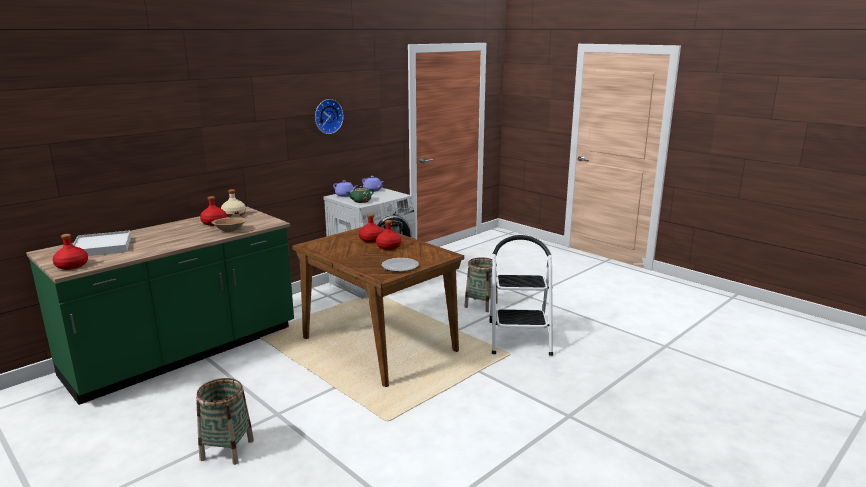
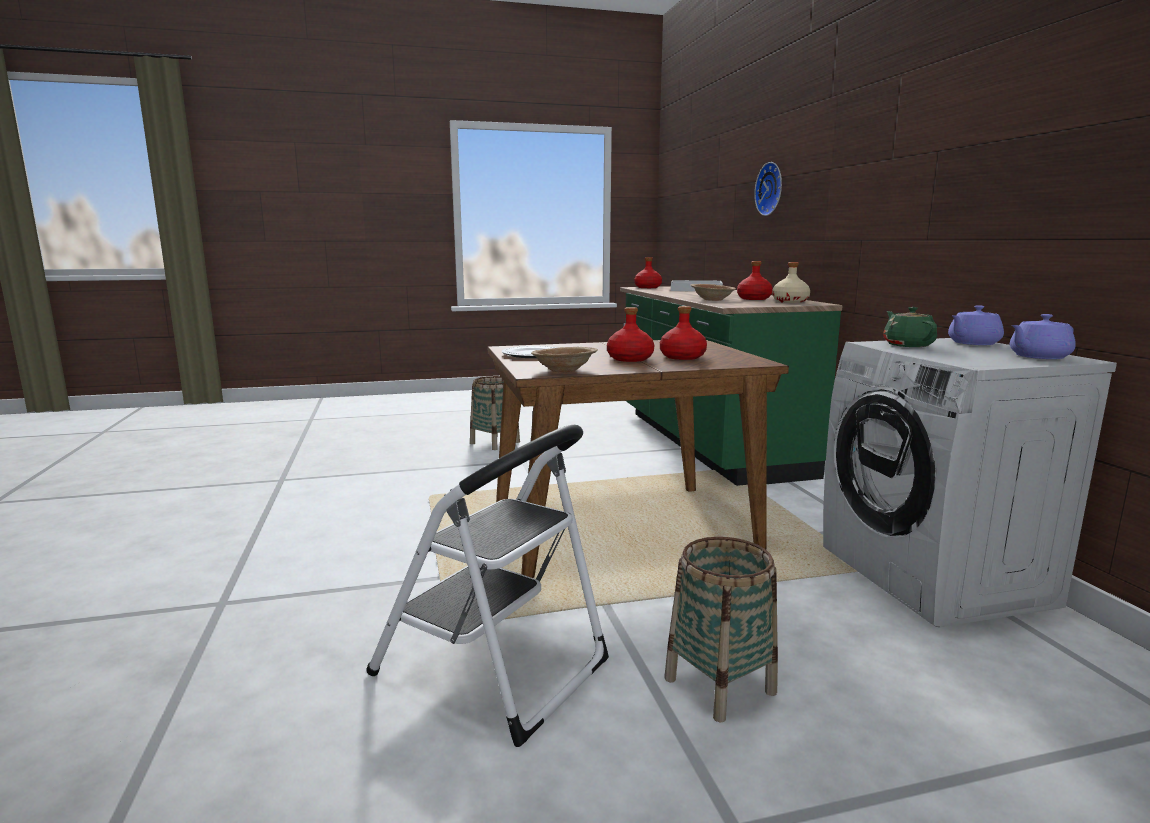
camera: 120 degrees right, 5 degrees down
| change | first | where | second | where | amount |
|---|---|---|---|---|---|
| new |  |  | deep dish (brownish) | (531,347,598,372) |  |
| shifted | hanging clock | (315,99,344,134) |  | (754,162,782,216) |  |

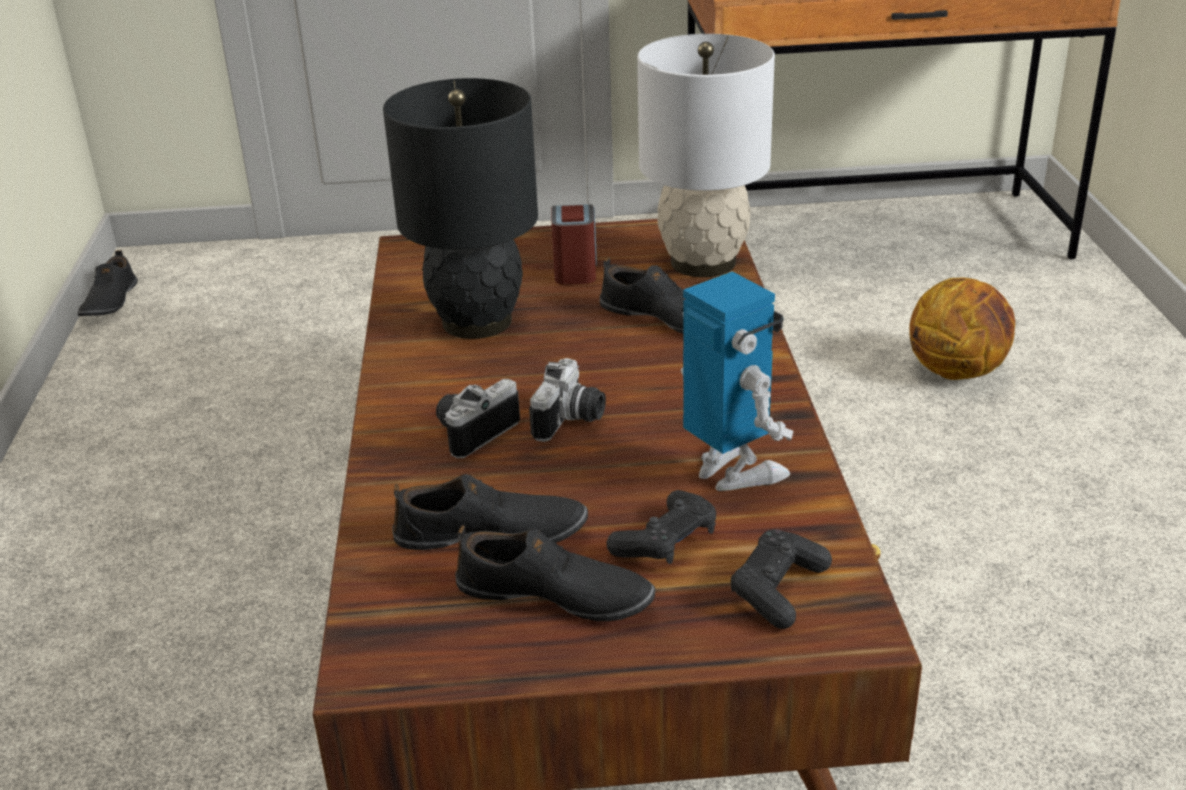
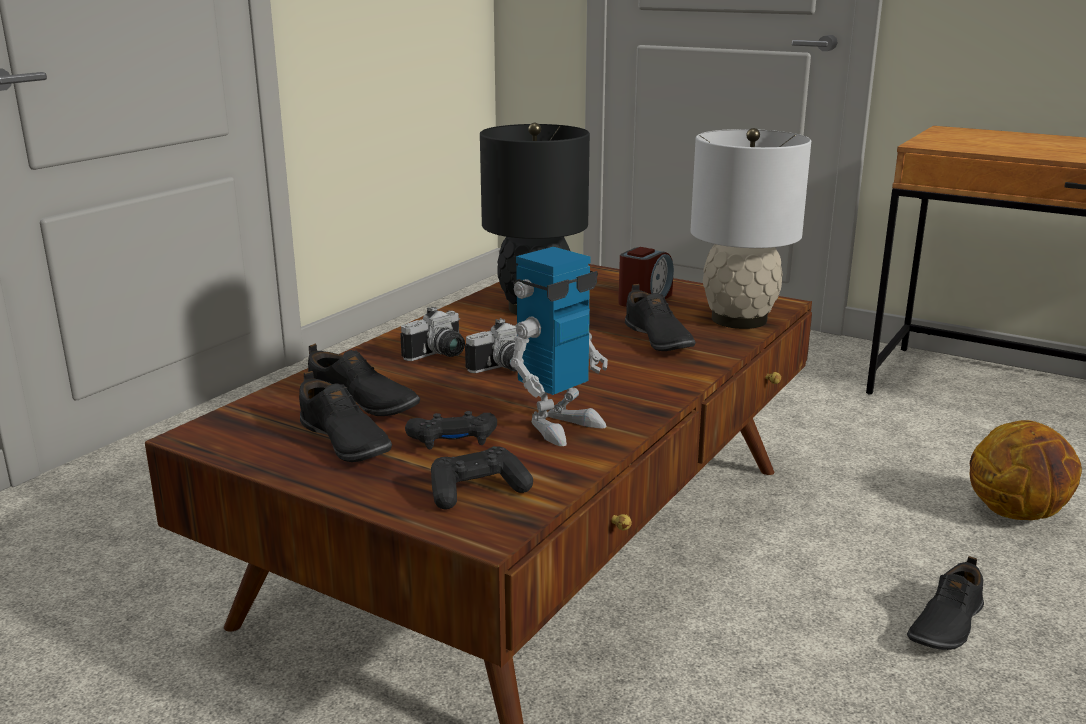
camera: 35 degrees right, 10 degrees down
| change | first | where | second | where | amount |
|---|---|---|---|---|---|
| rotated | still camera | (436,379,520,458) |  | (400,307,465,361) | 150 degrees clockwise |
| rotated | toy robot | (681,271,793,491) |  | (510,247,608,446) | 45 degrees clockwise |
| shifted | shoe (black) | (77,250,138,316) |  | (907,556,984,650) |  |

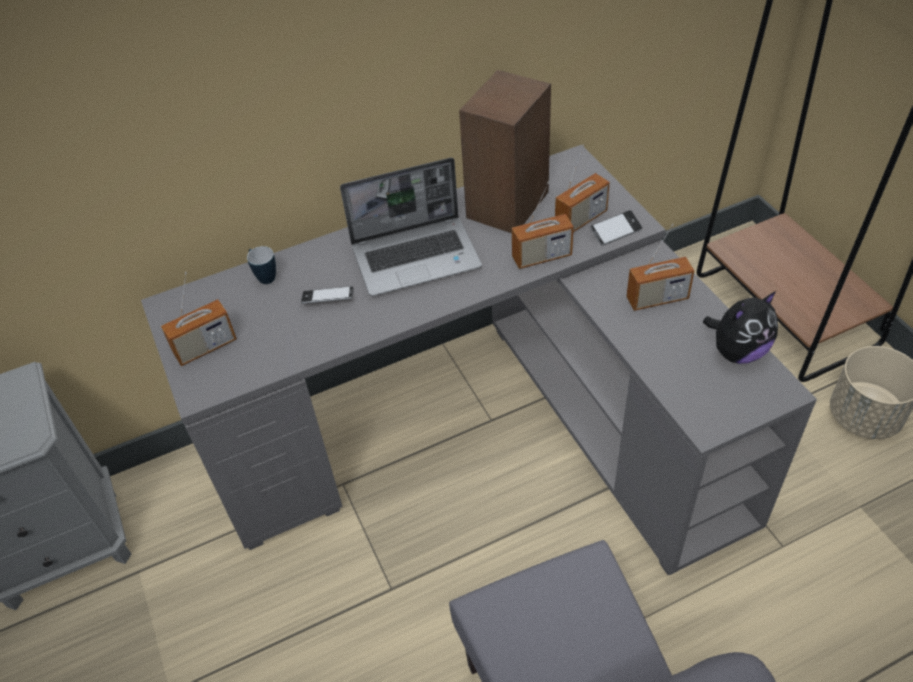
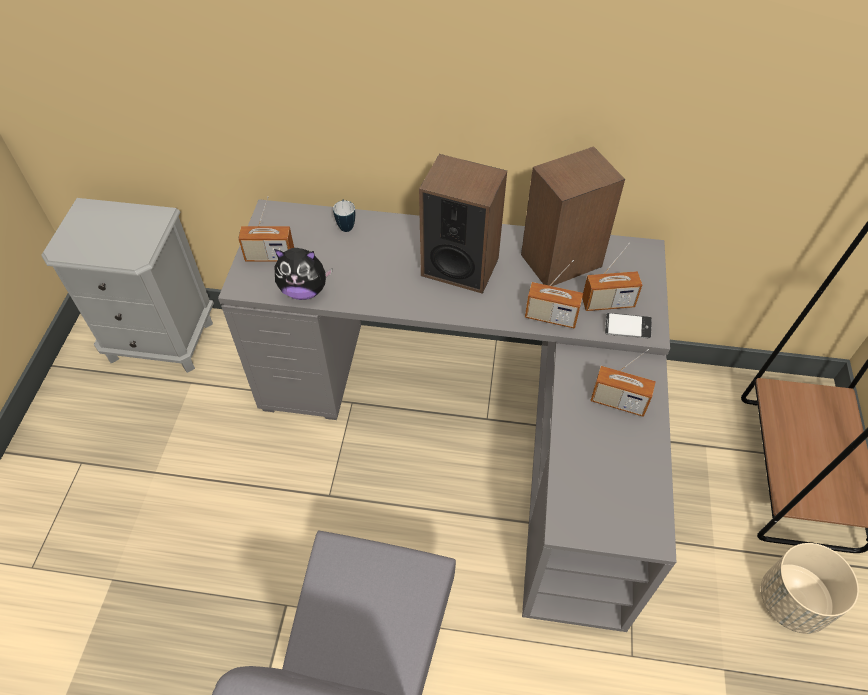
camera: 30 degrees right, 5 degrees up
| change | first | where | second | where | amount |
|---|---|---|---|---|---|
| shifted | soft toy | (703,291,778,364) |  | (274,248,332,300) |  |
| swapped | notebook computer | (340,158,482,296) | loudspeaker | (419,154,507,294) |  |
| gone | phone | (301,286,353,304) |  |  |  |

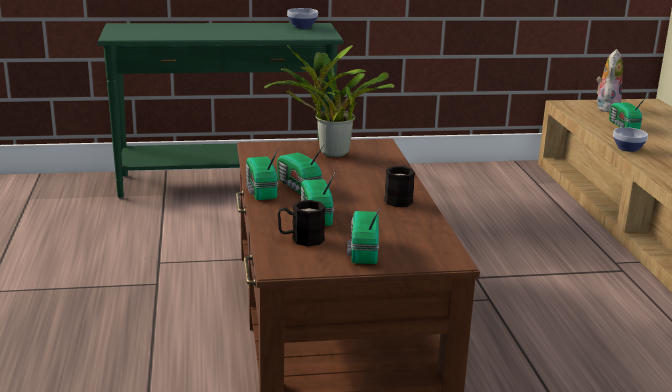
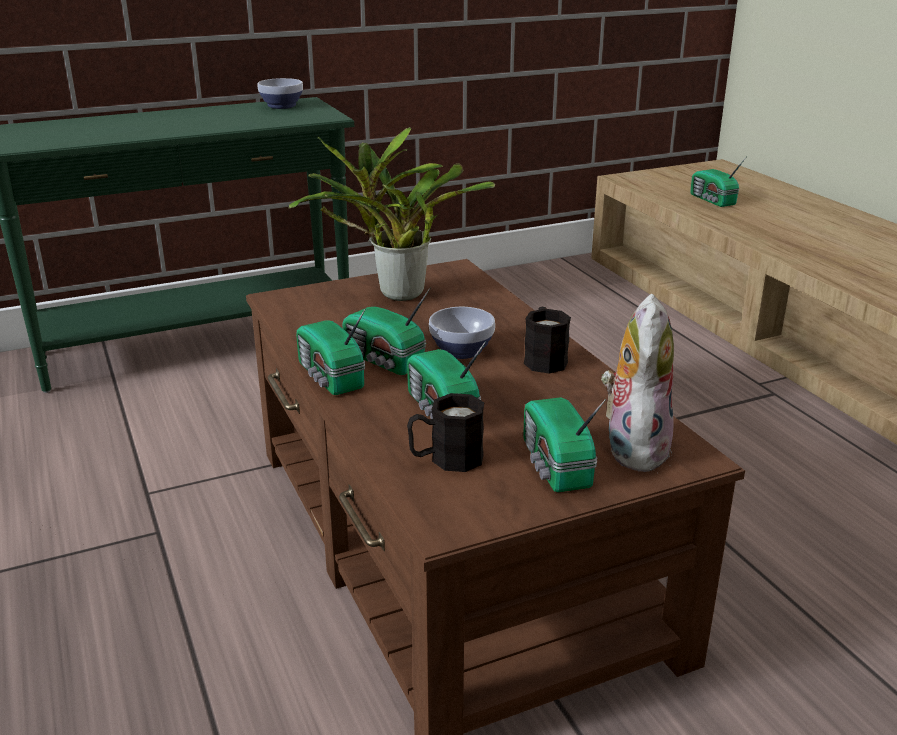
camera: 15 degrees left, 5 degrees up
| change | first | where | second | where | amount |
|---|---|---|---|---|---|
| shifted | deep dish | (613,127,648,152) |  | (429,307,495,359) |  |
| shifted | soft toy | (596,49,623,112) |  | (601,293,674,472) |  |

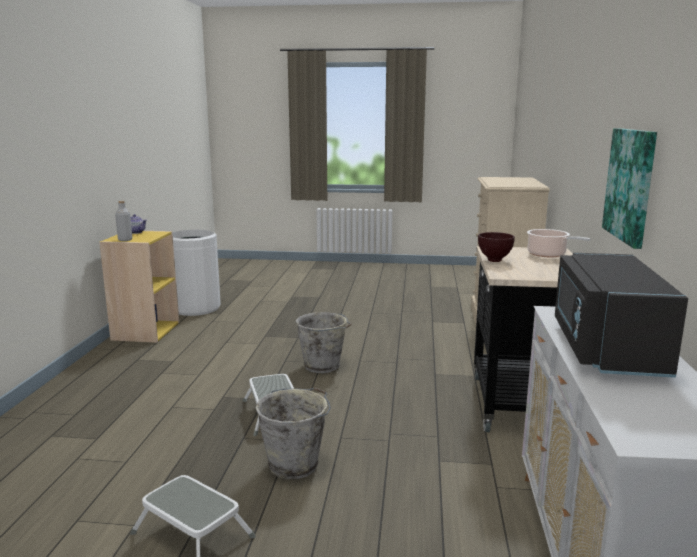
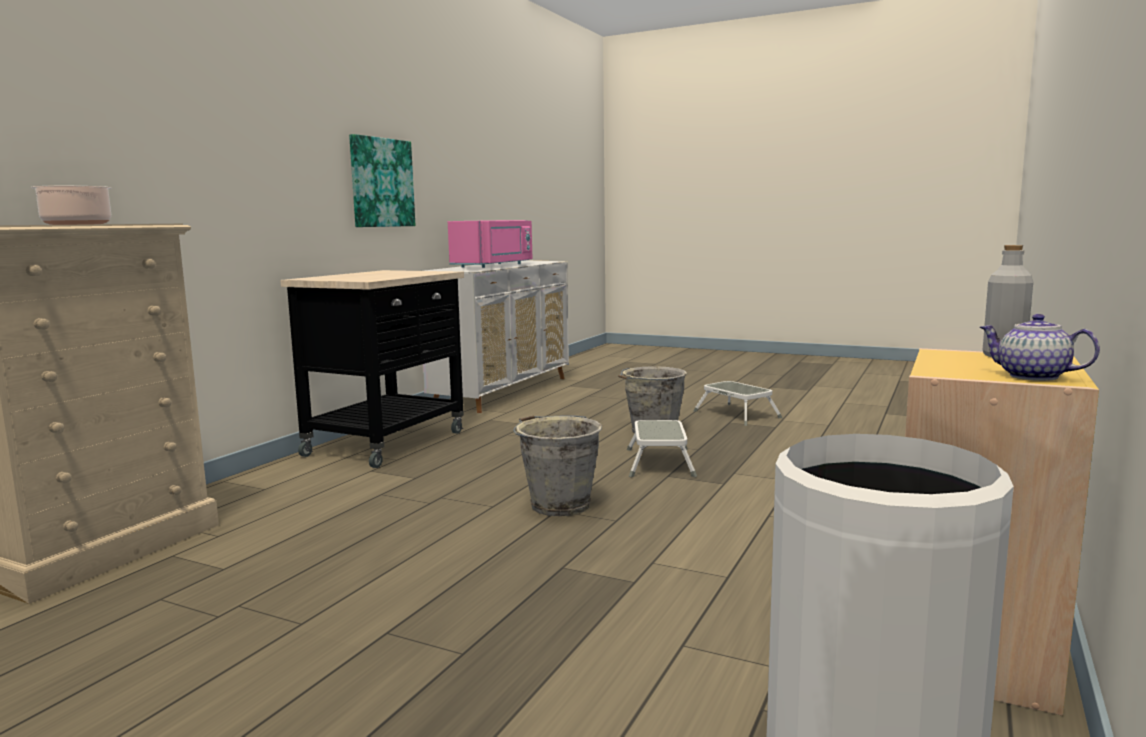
camera: 160 degrees left, 5 degrees down
| change | first | where | second | where | amount |
|---|---|---|---|---|---|
| shifted | saucepot | (527,229,591,257) |  | (31,186,111,225) |  |
| repainted | kitchen microwave (black) | (555,253,688,378) | kitchen microwave (pinkish) | (448,220,532,268) |  |
| gone | deep dish (brownish) | (478,232,515,262) |  |  |  |

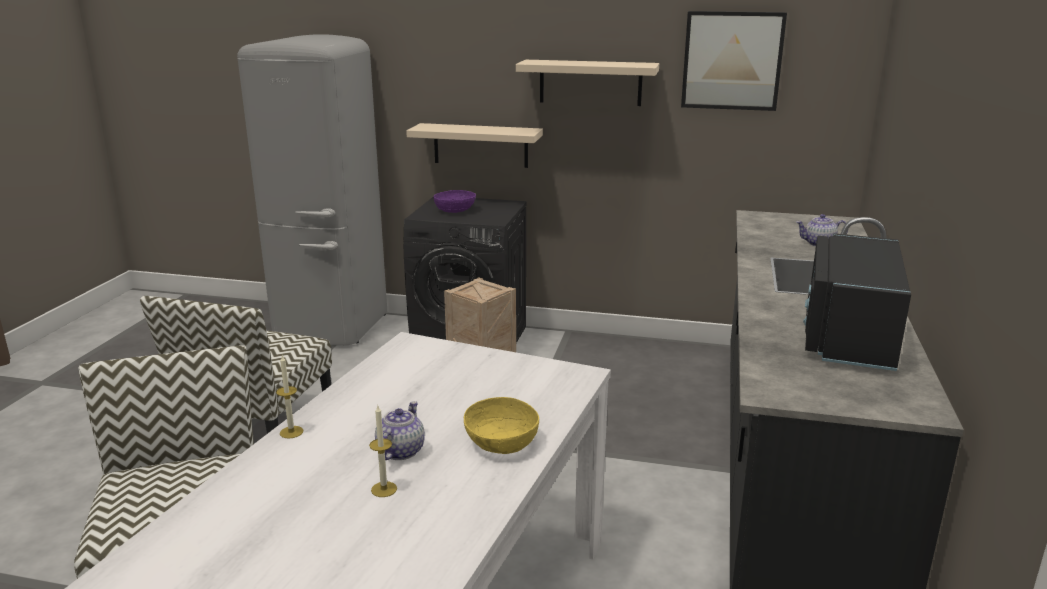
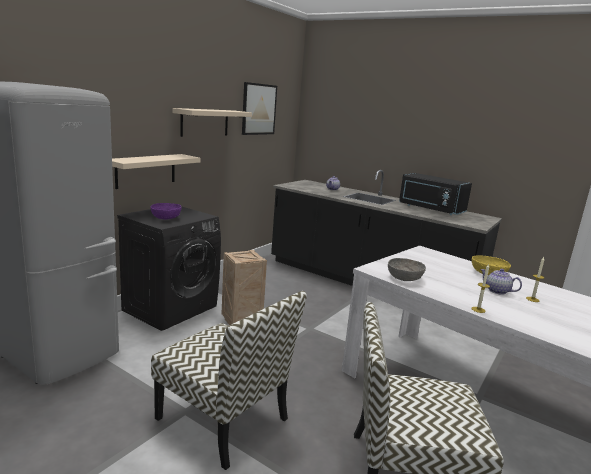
camera: 70 degrees left, 5 degrees down
| change | first | where | second | where | amount |
|---|---|---|---|---|---|
| new |  |  | deep dish (grey) | (388,258,426,281) |  |

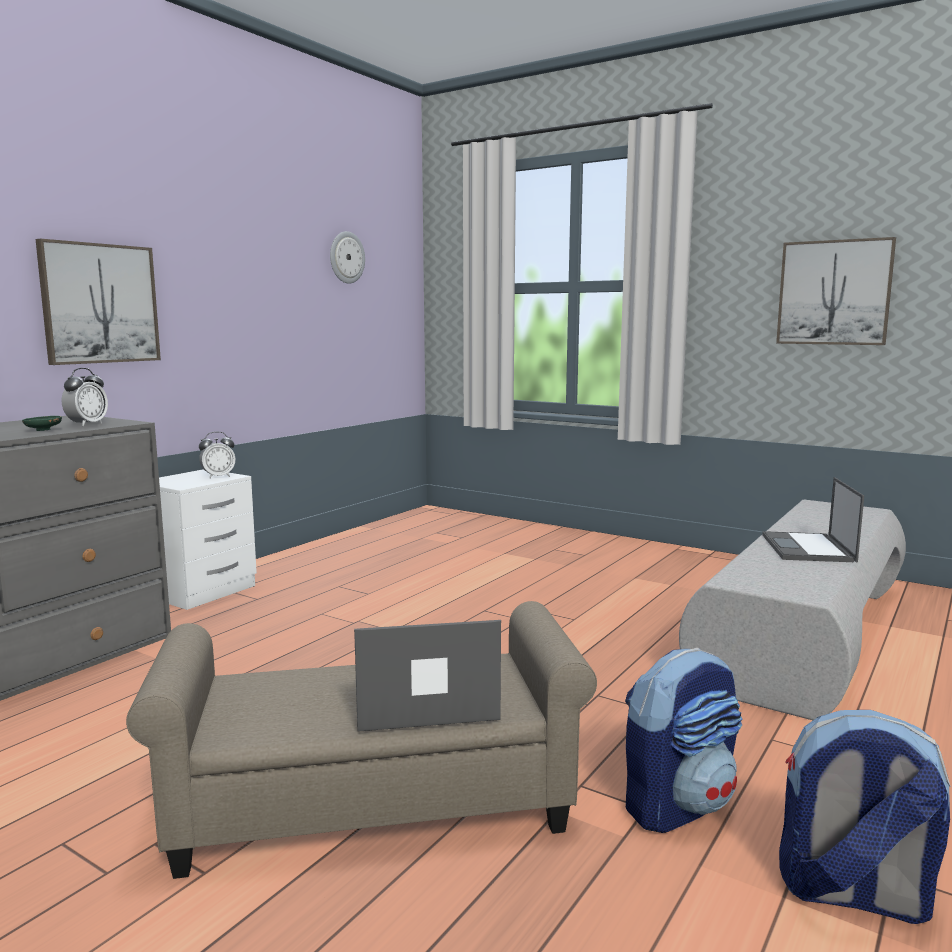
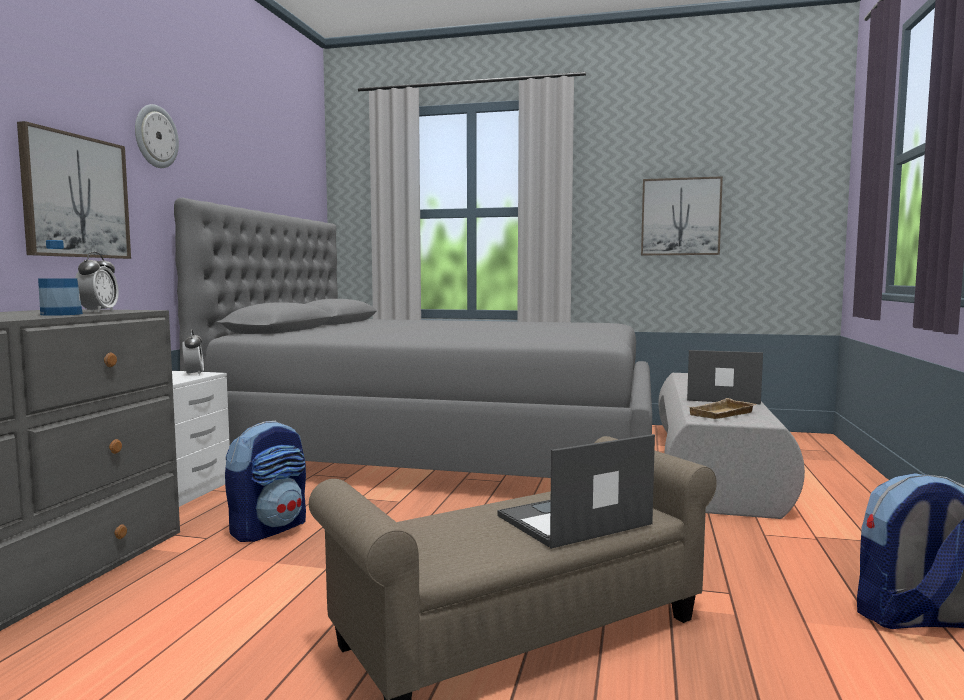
camera: 20 degrees left, 5 degrees down
| change | first | where | second | where | amount |
|---|---|---|---|---|---|
| swapped | deep dish (greenish) | (22,416,62,431) | beverage bottle | (38,240,83,316) |  |
| shifted | hanging clock | (330,231,365,284) |  | (135,104,179,168) |  |
| new |  |  | bed (grey) | (174,198,652,478) |  |
| rotated | bedside clock | (199,432,235,479) |  | (182,329,204,376) | 60 degrees counterclockwise |
| shifted | backpack | (625,648,743,833) |  | (225,421,306,542) |  |
| rotated | notebook computer | (762,477,864,562) |  | (687,350,763,404) | 120 degrees clockwise |
| new |  |  | serving tray (beige) | (690,398,757,419) |  |

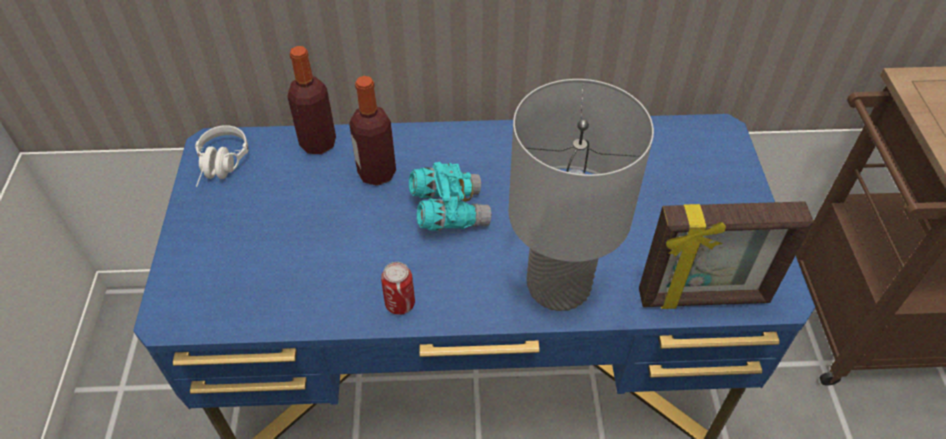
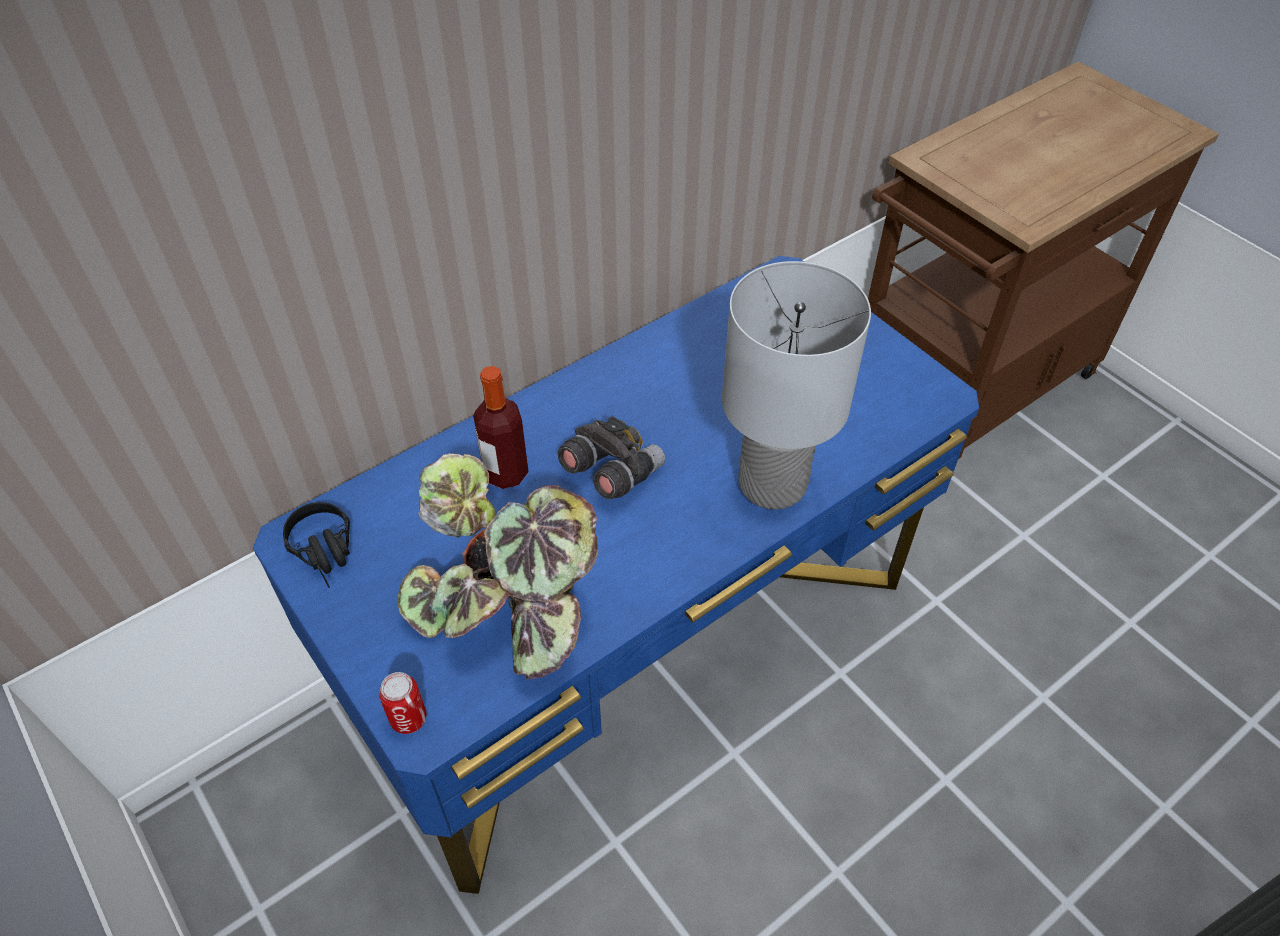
camera: 35 degrees left, 0 degrees up
| change | first | where | second | where | amount |
|---|---|---|---|---|---|
| repainted | pair of headphones (white) | (195,125,248,187) | pair of headphones (black) | (283,502,350,588) |  |
| shifted | can | (381,262,415,315) |  | (379,672,427,734) |  |
| new |  |  | houseplant | (398,453,598,680) |  |
| repainted | binoculars (turquoise) | (409,162,491,231) | binoculars (grey) | (558,416,665,499) |  |
| gone | beverage bottle | (287,46,336,154) |  |  |  |
| gone | picture frame | (639,201,814,309) |  |  |  |

